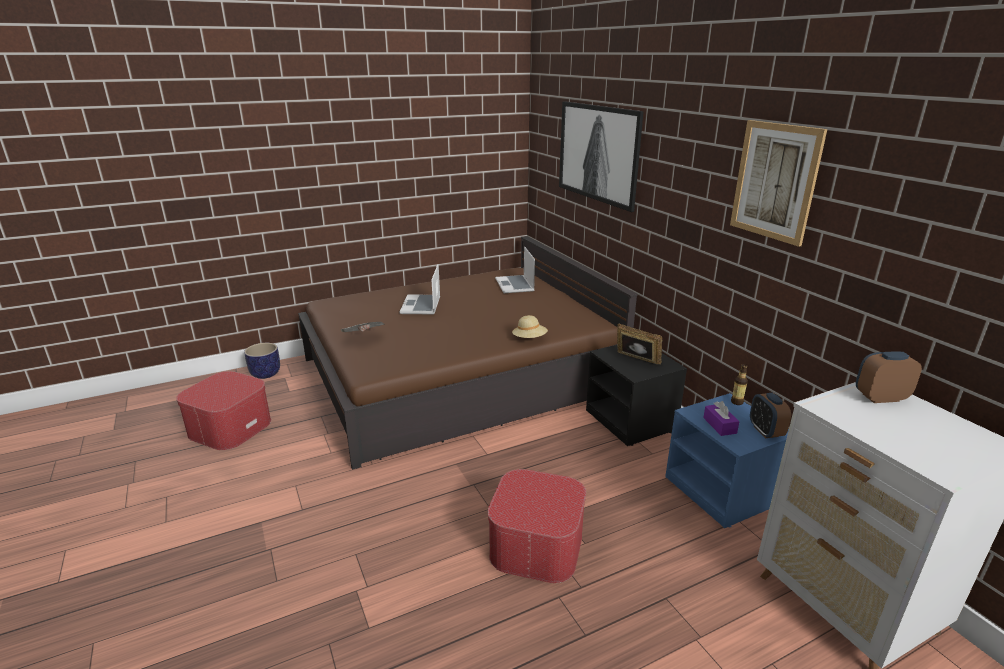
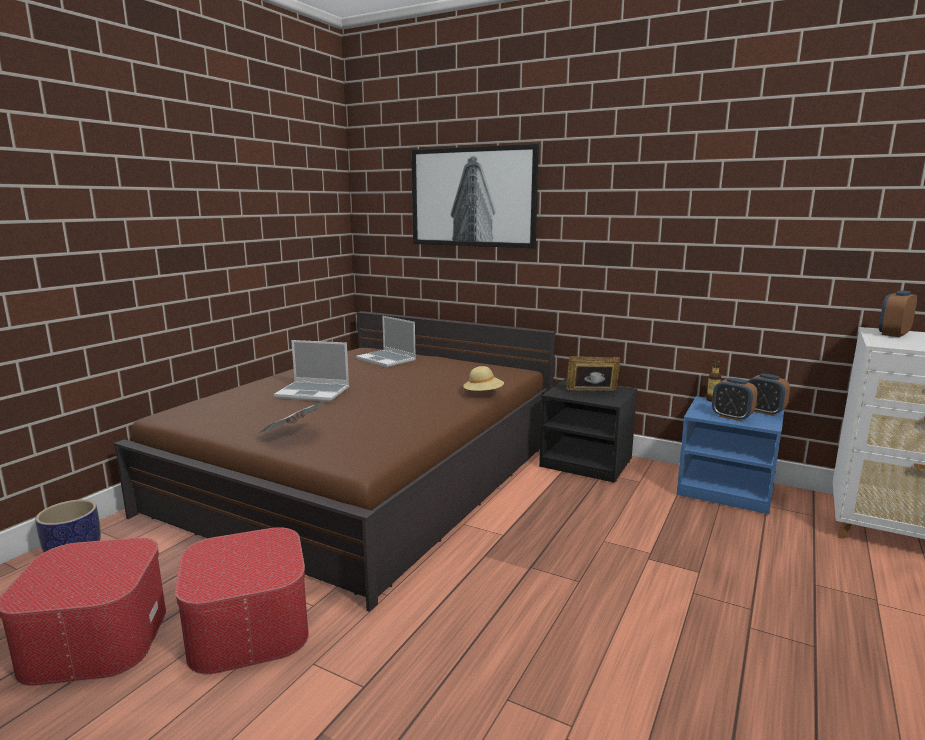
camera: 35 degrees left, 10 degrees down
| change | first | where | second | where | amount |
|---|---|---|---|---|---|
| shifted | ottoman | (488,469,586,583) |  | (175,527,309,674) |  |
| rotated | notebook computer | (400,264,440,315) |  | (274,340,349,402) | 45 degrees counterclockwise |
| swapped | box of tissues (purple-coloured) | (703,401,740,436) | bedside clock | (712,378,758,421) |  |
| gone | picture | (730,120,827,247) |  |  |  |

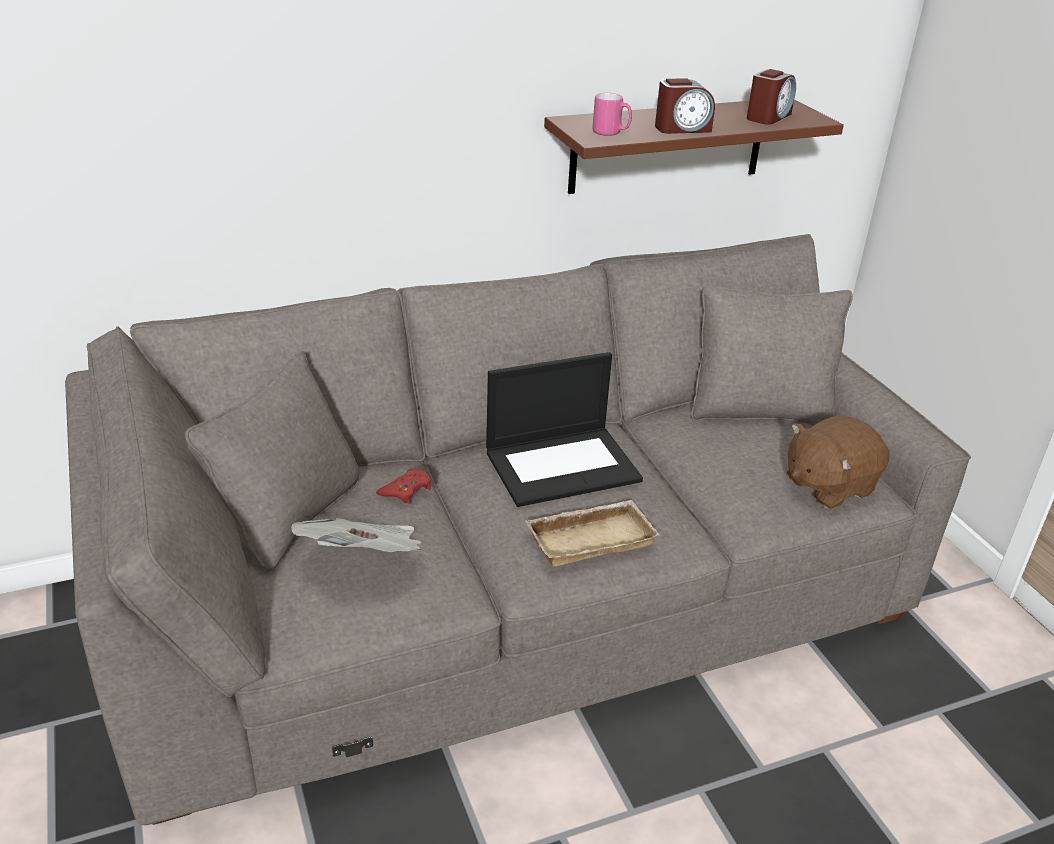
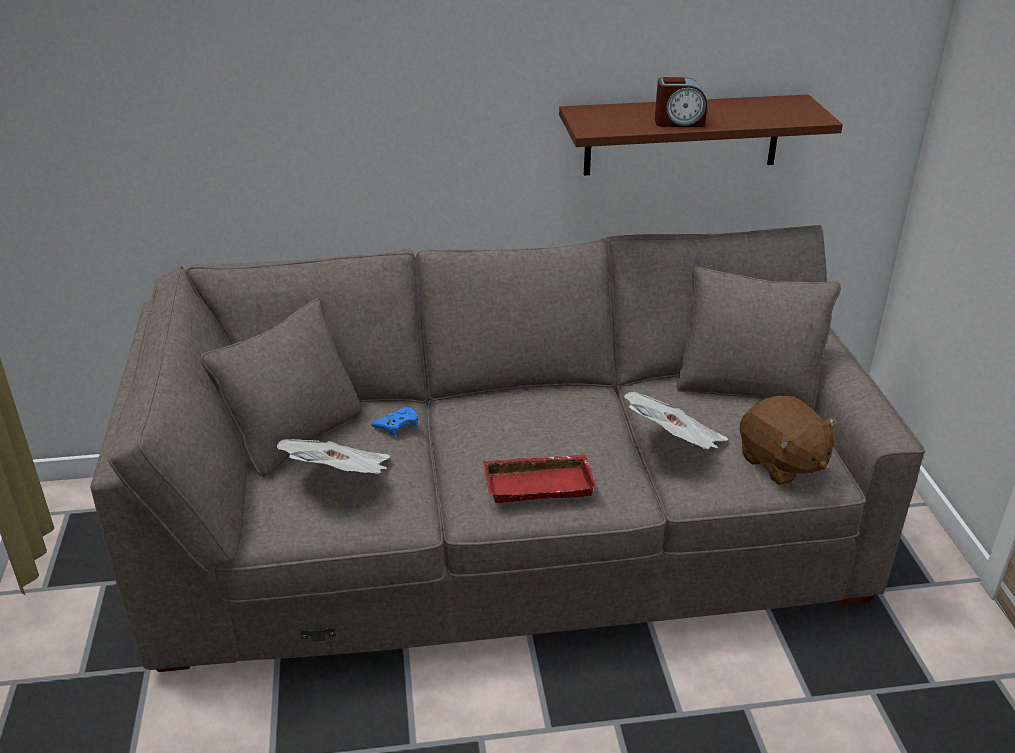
camera: 15 degrees right, 0 degrees up
| change | first | where | second | where | amount |
|---|---|---|---|---|---|
| repainted | joypad (reddish) | (376,468,431,504) | joypad (blue-coloured) | (371,407,418,437) |  |
| repainted | serving tray (beige) | (525,500,660,567) | serving tray (reddish) | (483,454,596,503) |  |
| new |  |  | printed paper | (624,392,728,450) |  |
| rotated | soft toy (brownish) | (787,415,890,509) |  | (740,396,838,485) | 105 degrees counterclockwise |
| gone | notebook computer | (486,352,643,507) |  |  |  |
| gone | mug (pinkish) | (593,93,632,136) |  |  |  |
| gone | bedside clock | (747,69,796,125) |  |  |  |

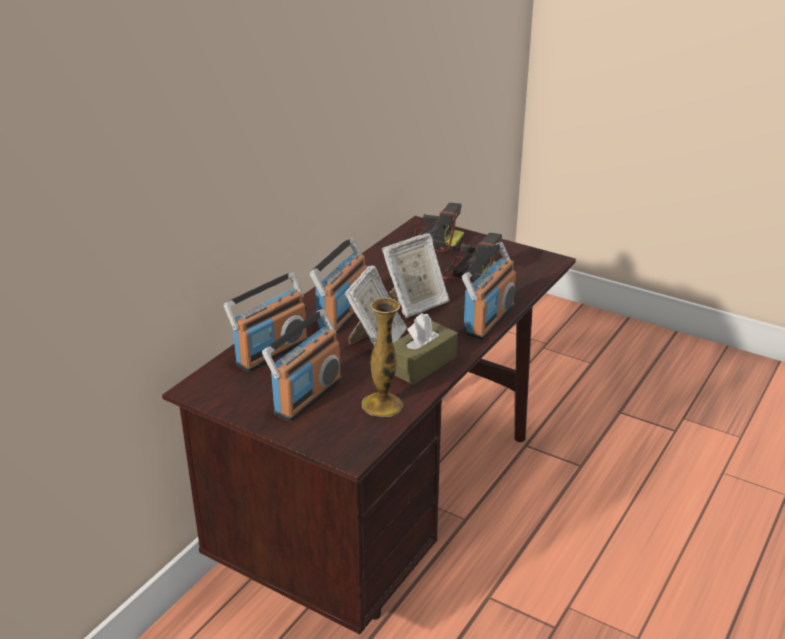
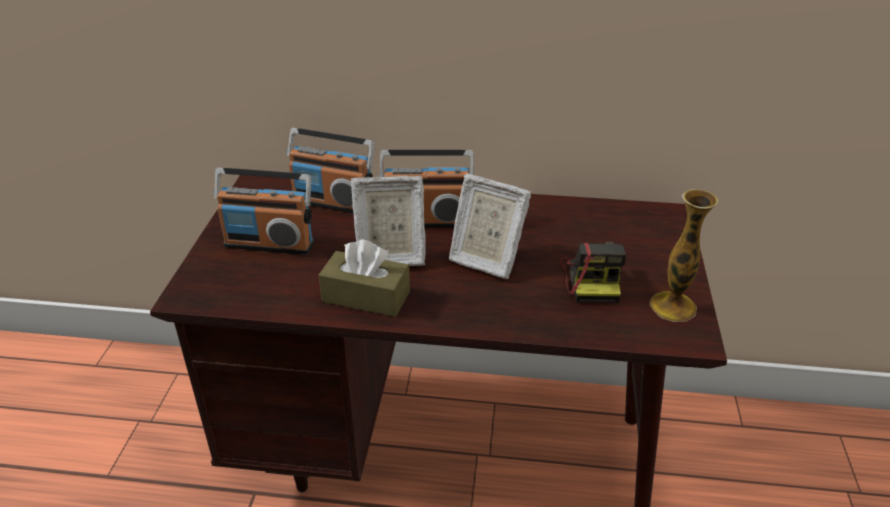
camera: 65 degrees right, 5 degrees up
| change | first | where | second | where | amount |
|---|---|---|---|---|---|
| shifted | vase | (362,298,403,417) |  | (650,189,718,322) |  |
| gone | still camera | (413,203,464,252) |  |  |  |
| gone | radio | (462,242,516,340) |  |  |  |

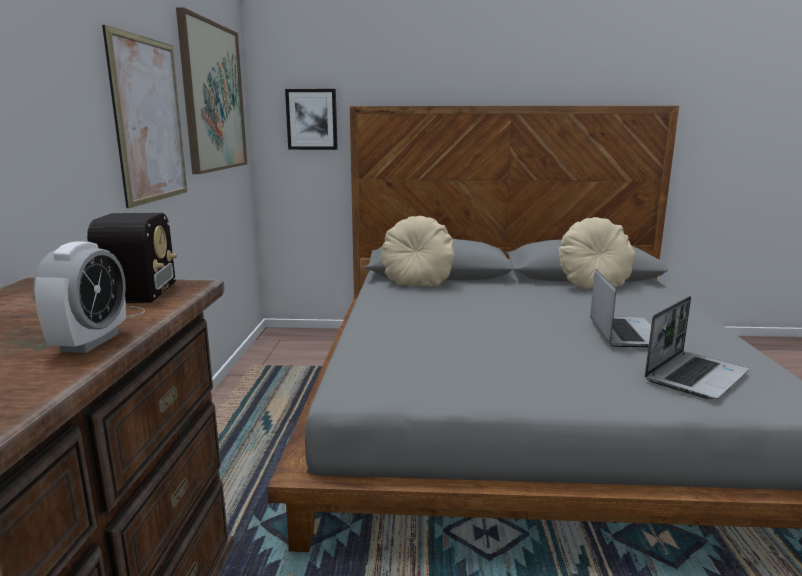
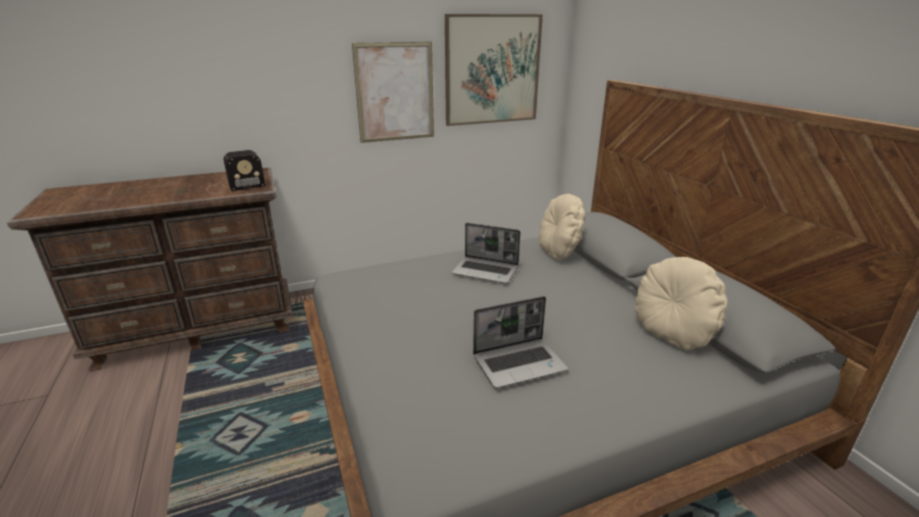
camera: 65 degrees right, 10 degrees up
| change | first | where | second | where | amount |
|---|---|---|---|---|---|
| shifted | notebook computer | (645,296,749,399) |  | (451,223,520,283) |  |
| gone | bedside clock | (33,241,126,353) |  |  |  |
| gone | picture | (285,89,338,150) |  |  |  |

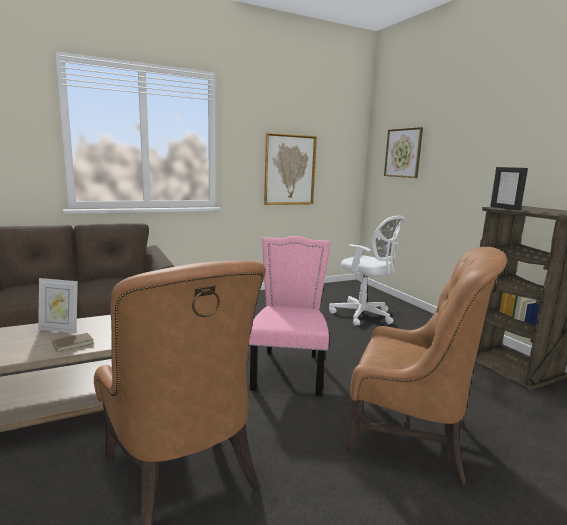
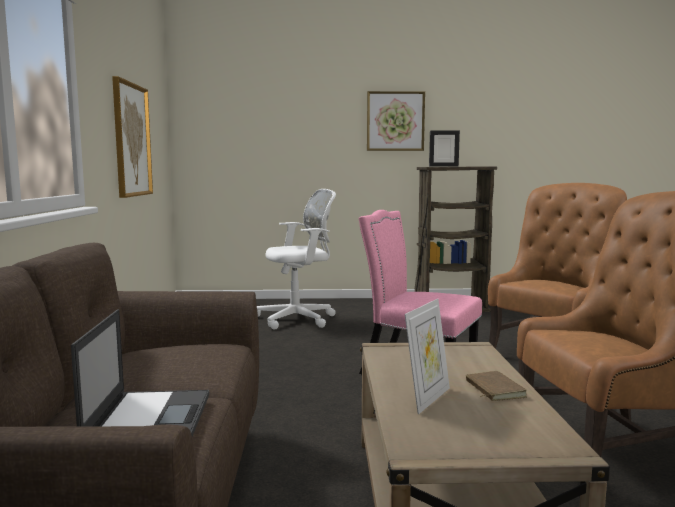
camera: 65 degrees left, 5 degrees down
| change | first | where | second | where | amount |
|---|---|---|---|---|---|
| new |  |  | notebook computer | (71,309,209,437) |  |
| shifted | picture | (384,127,423,178) |  | (367,91,425,151) |  |

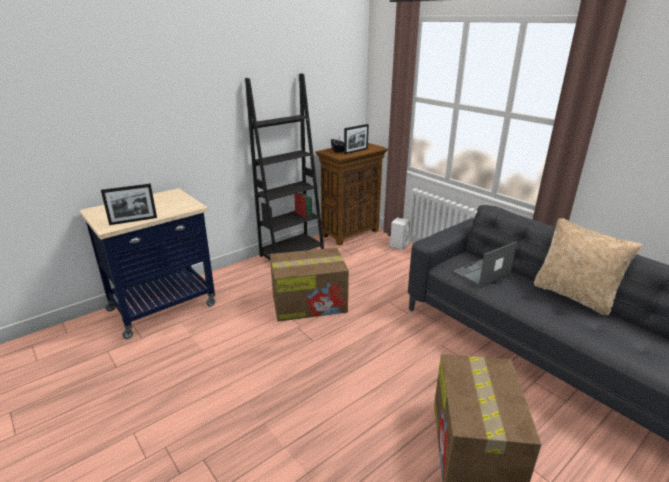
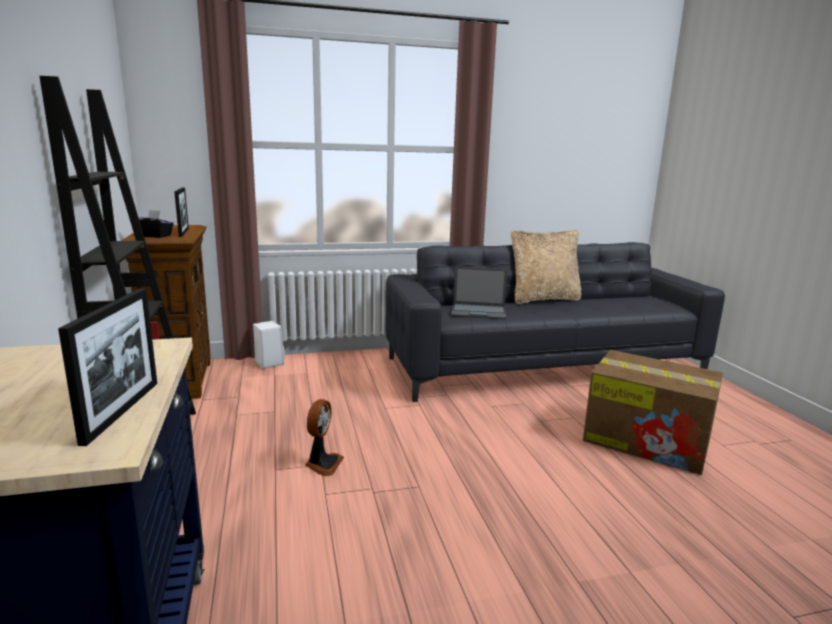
camera: 65 degrees left, 10 degrees down
| change | first | where | second | where | amount |
|---|---|---|---|---|---|
| swapped | packing box | (270,247,349,321) | electric fan | (305,399,344,476) |  |
| rotated | notebook computer | (453,242,517,288) |  | (451,267,508,319) | 75 degrees counterclockwise |

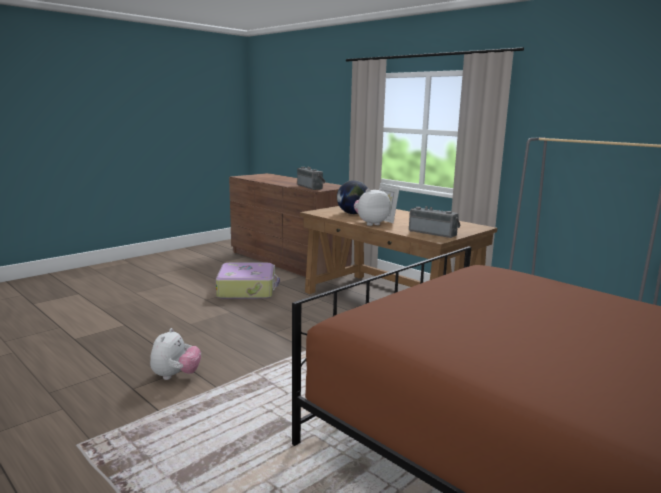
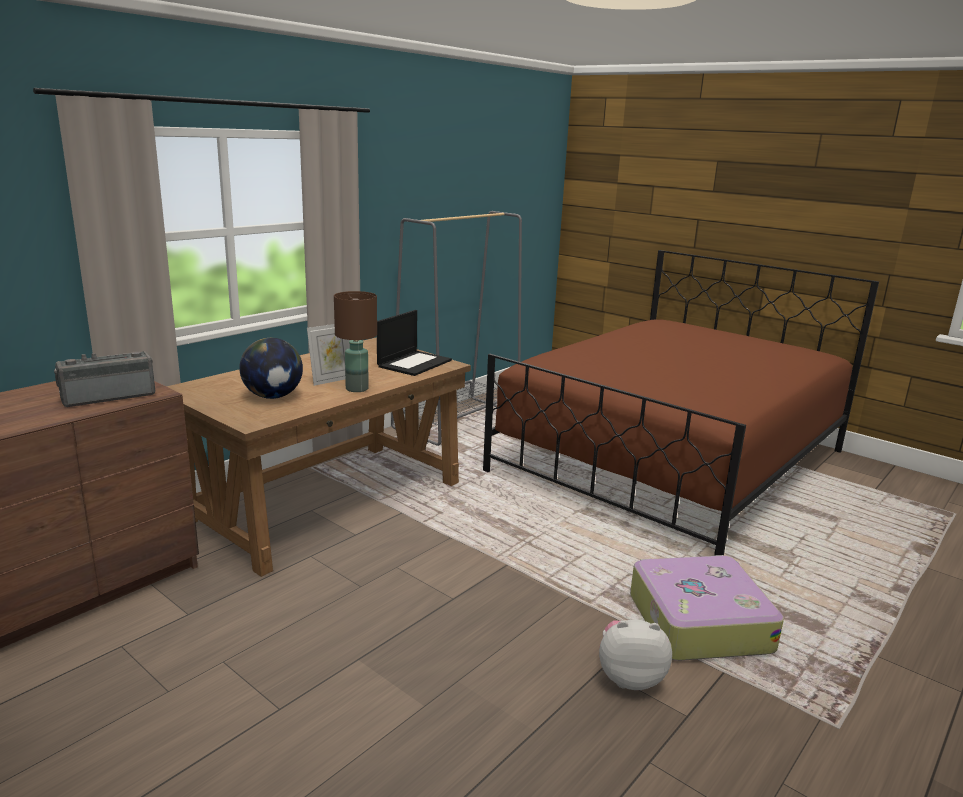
camera: 95 degrees left, 5 degrees up
| change | first | where | second | where | amount |
|---|---|---|---|---|---|
| swapped | soft toy | (354,188,391,226) | tabletop lamp (brownish) | (334,291,377,392) |  |
| swapped | radio | (409,206,460,238) | notebook computer | (377,310,452,376) |  |
| shifted | suitcase | (216,263,280,299) |  | (630,555,784,661) |  |

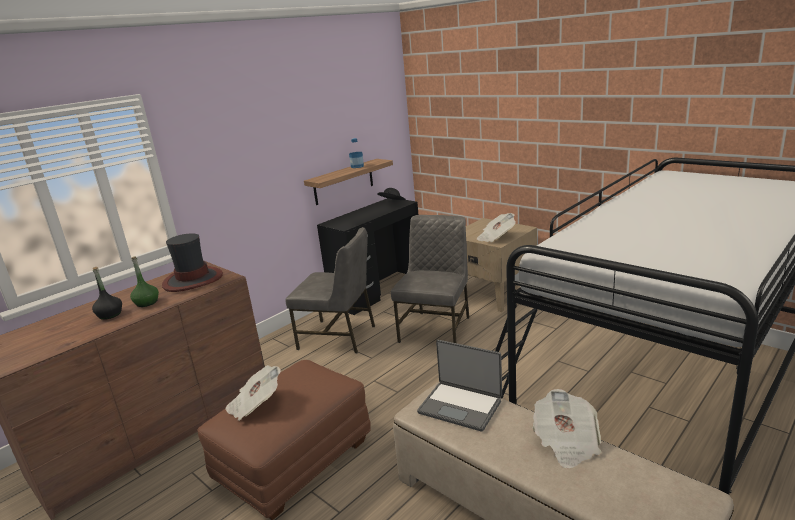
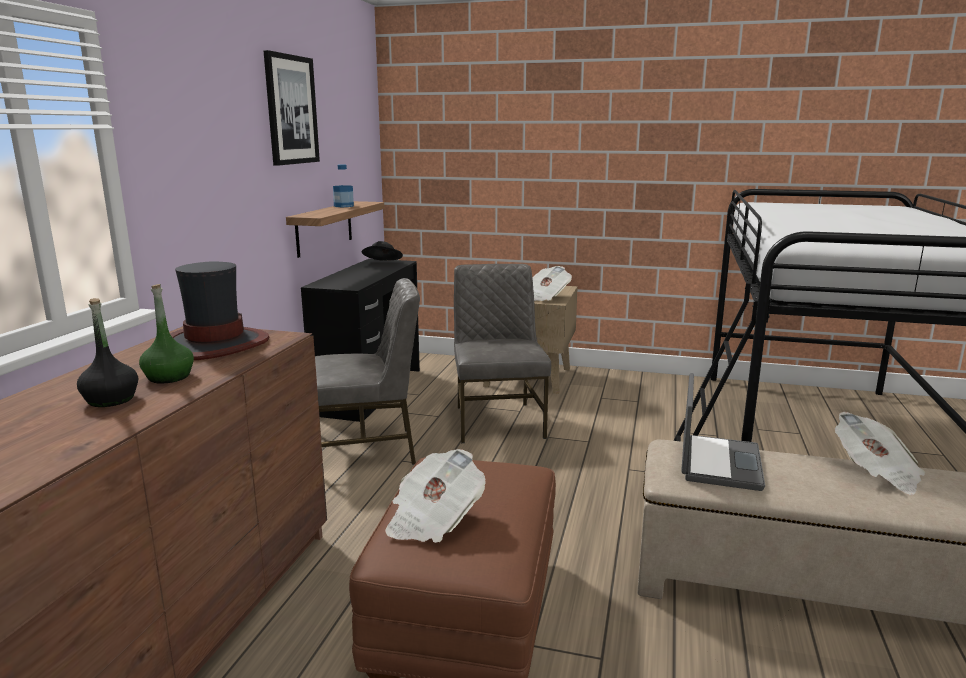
camera: 30 degrees left, 5 degrees down
| change | first | where | second | where | amount |
|---|---|---|---|---|---|
| new |  |  | picture | (264,50,320,166) |  |
| rotated | notebook computer | (417,340,502,432) |  | (681,373,765,491) | 75 degrees counterclockwise |

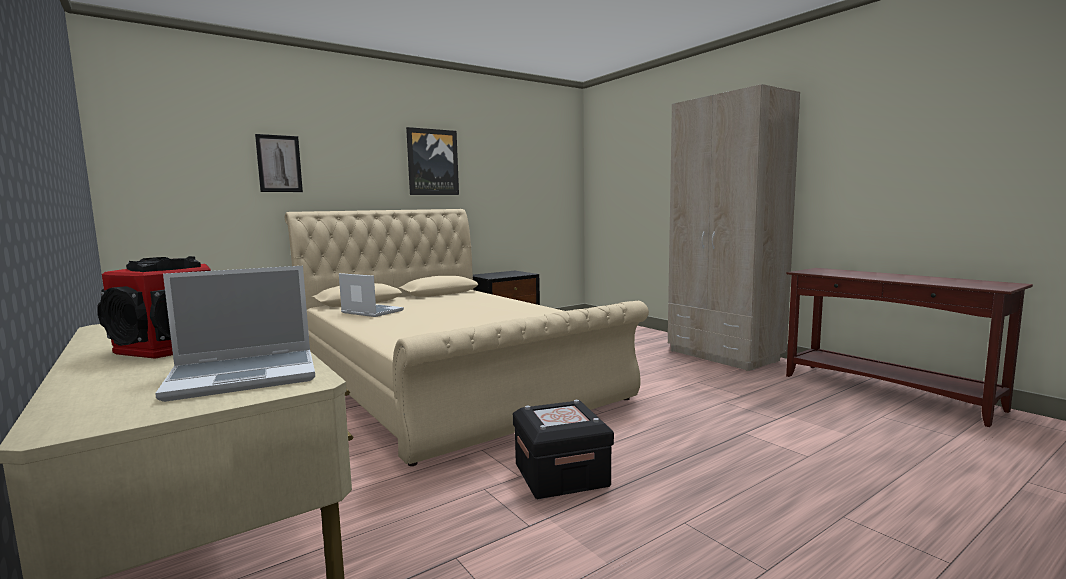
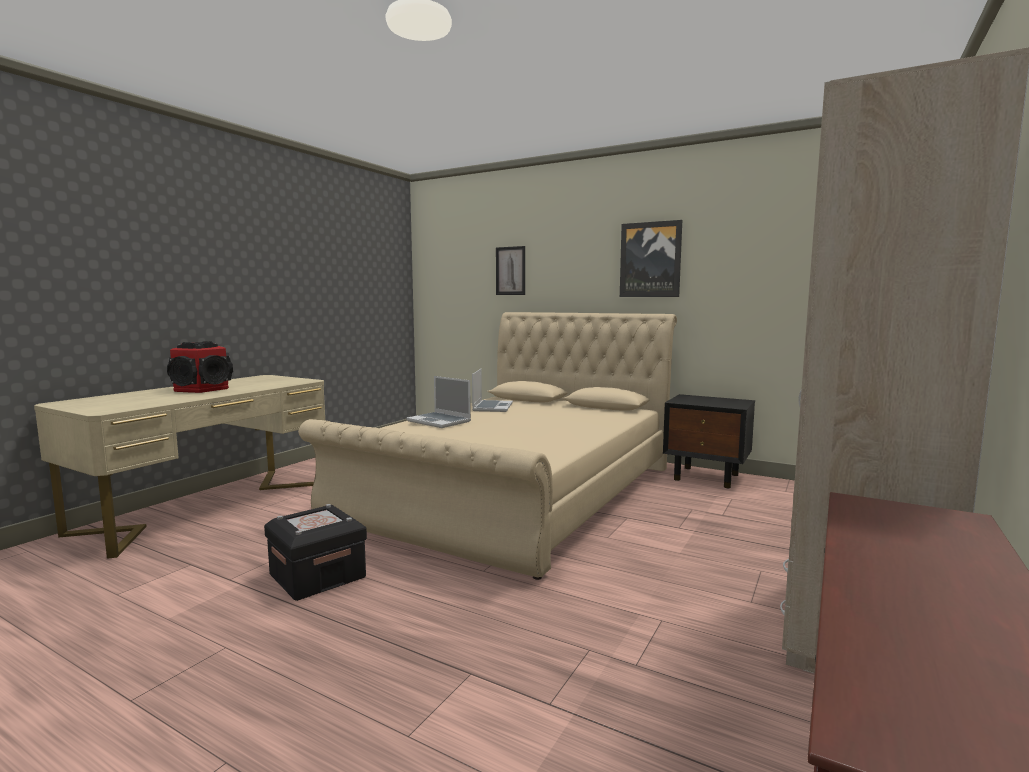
camera: 65 degrees right, 0 degrees up
| change | first | where | second | where | amount |
|---|---|---|---|---|---|
| shifted | notebook computer | (155,266,315,402) |  | (406,376,471,428) |  |

